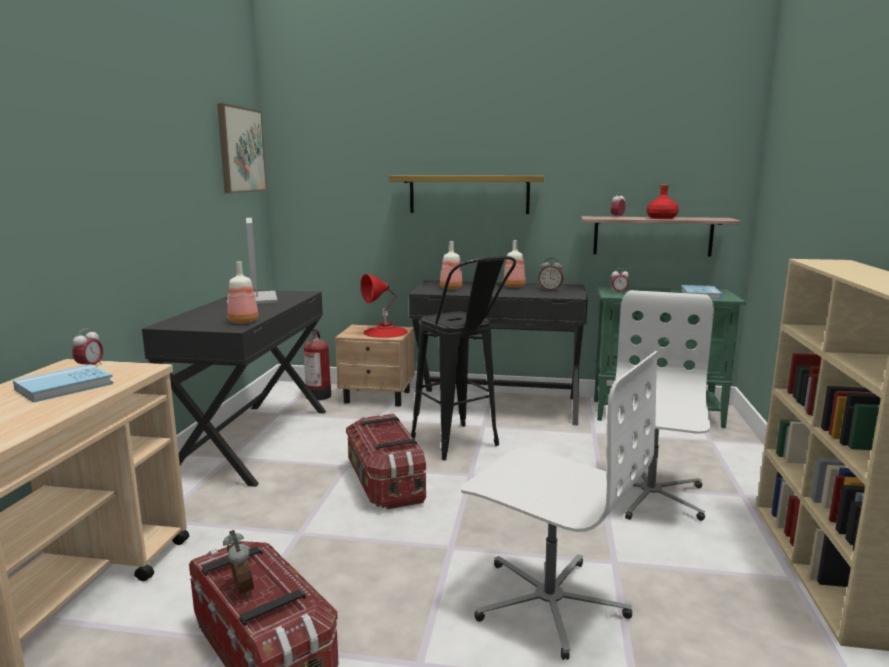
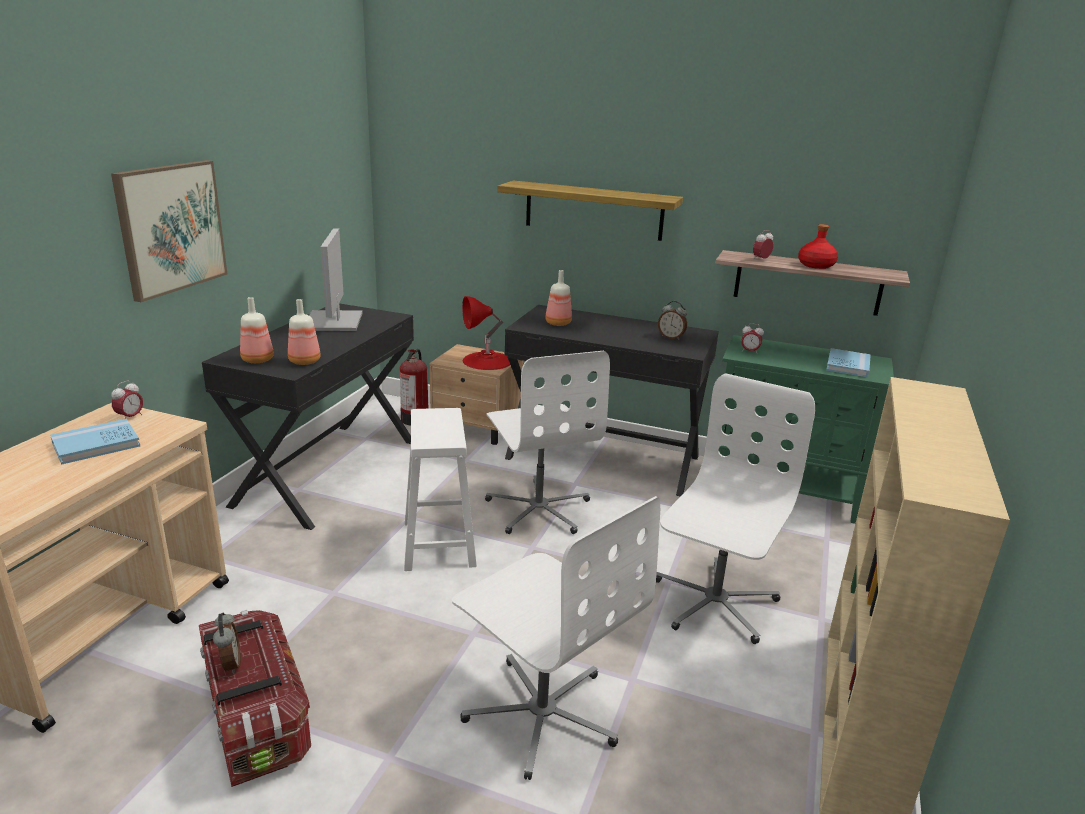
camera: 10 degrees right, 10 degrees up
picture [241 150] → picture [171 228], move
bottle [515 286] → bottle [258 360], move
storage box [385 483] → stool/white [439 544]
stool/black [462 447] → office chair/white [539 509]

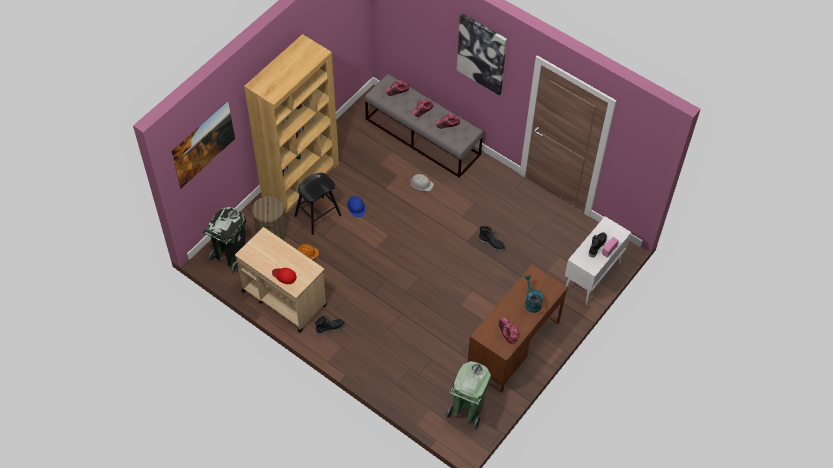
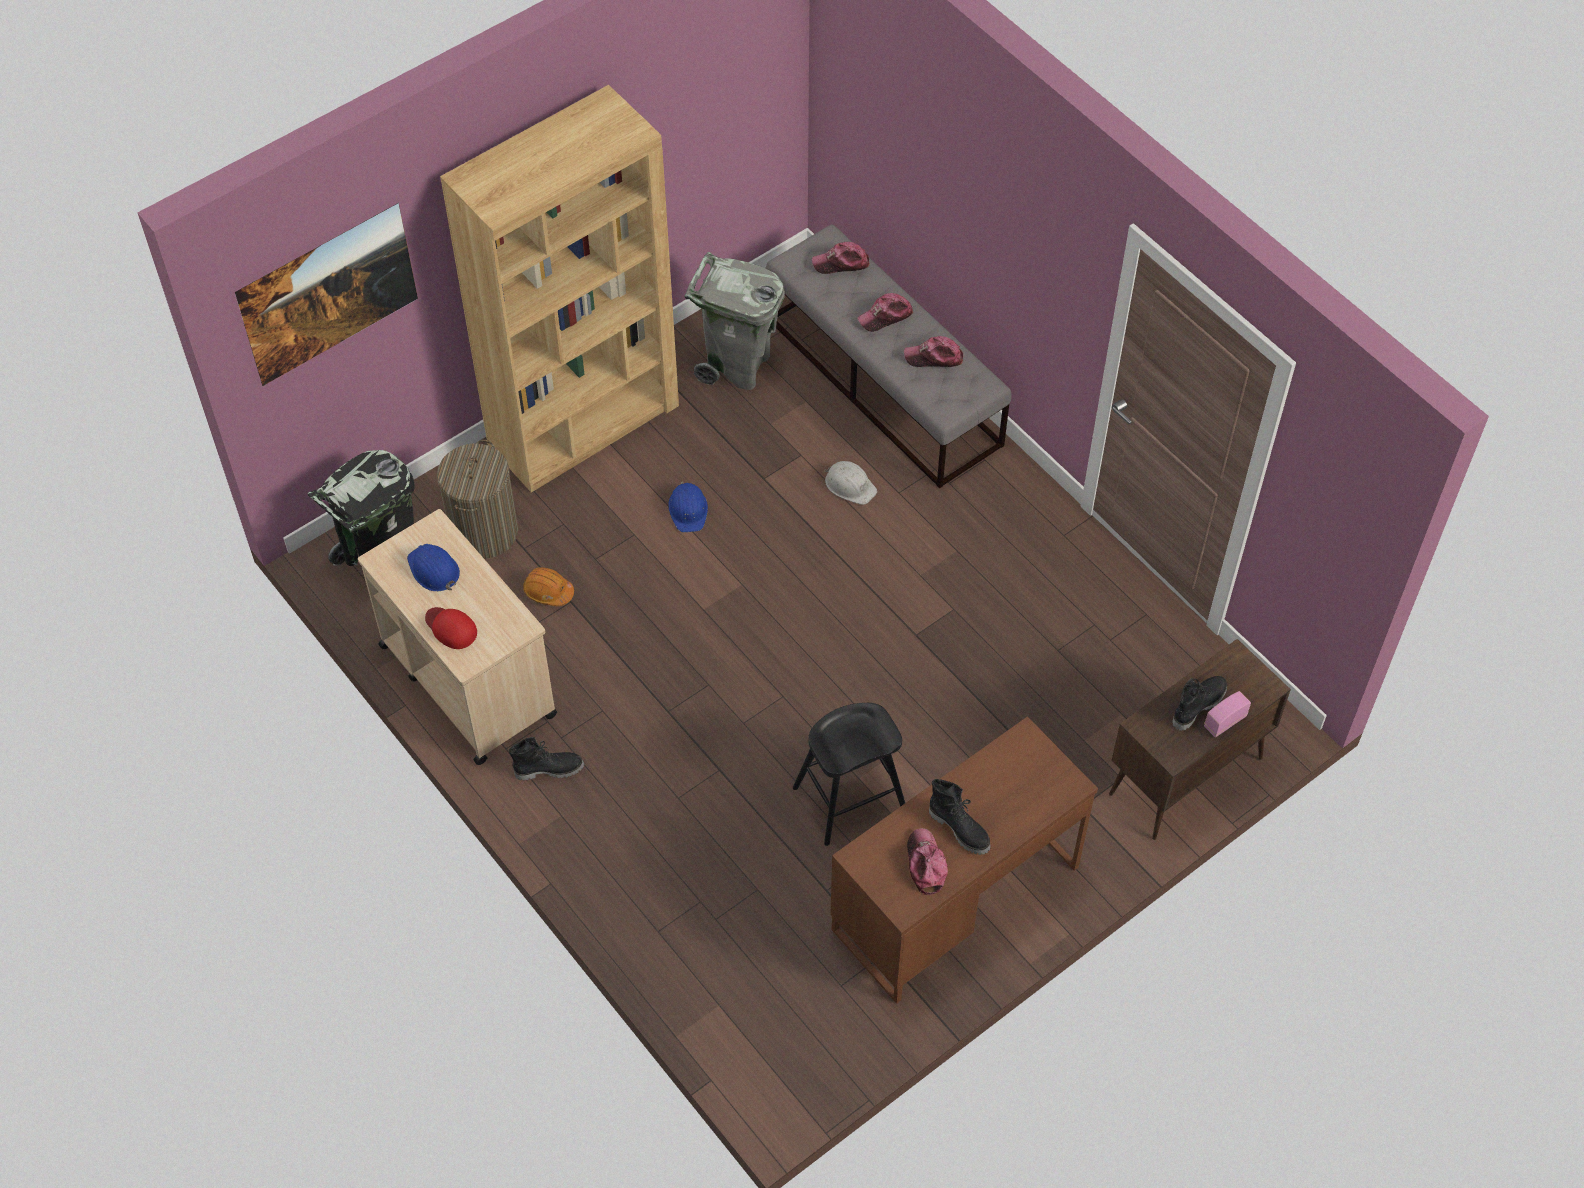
camera: 15 degrees right, 0 degrees up
- → hard hat/blue [433 570]
- → trash can/grey [738 365]
stool/black [317 216] → stool/black [849 799], move
boot/black [492 243] → boot/black [960 829], move
cabinet/white [592 277] → cabinet/brown [1184 777]
trash can/green [467 410] → -
picture [482 53] → -
watering can/turquoise [531 302] → -

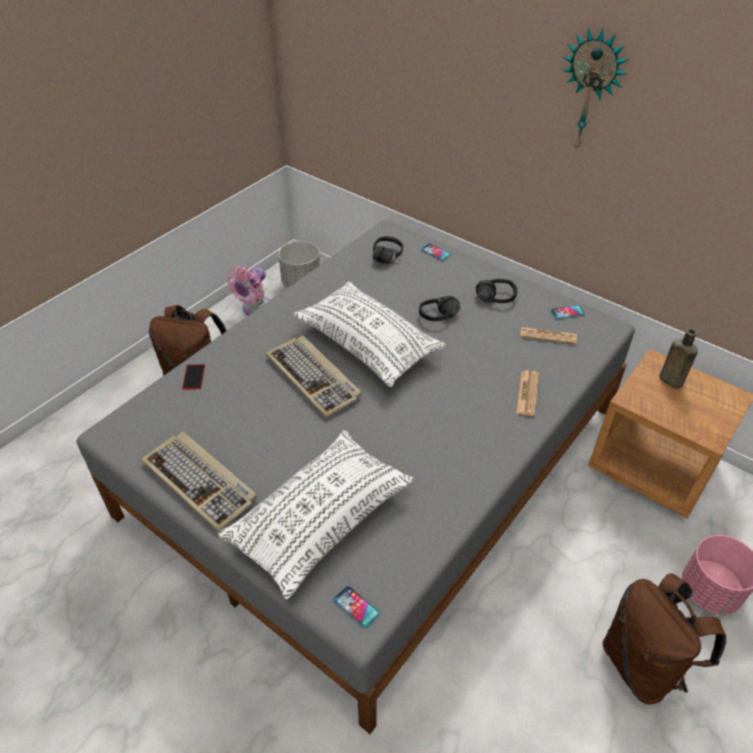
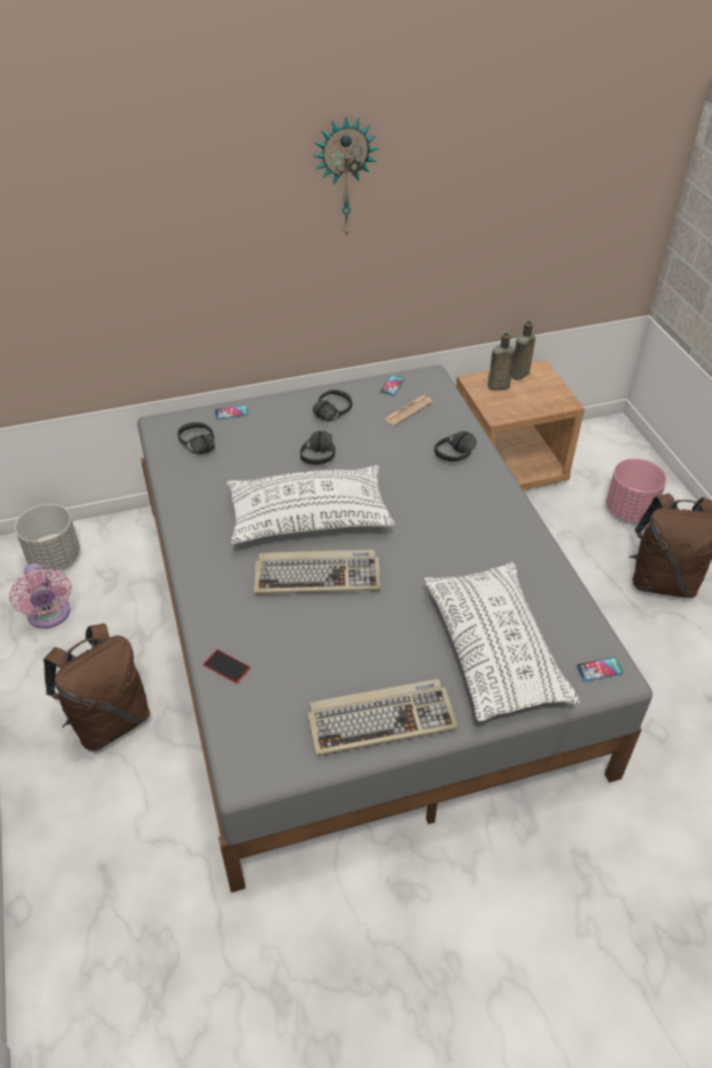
camera: 55 degrees left, 0 degrees up
newspaper [527 393] → headphones/black [460 457]
- → bottle/brown [519 375]

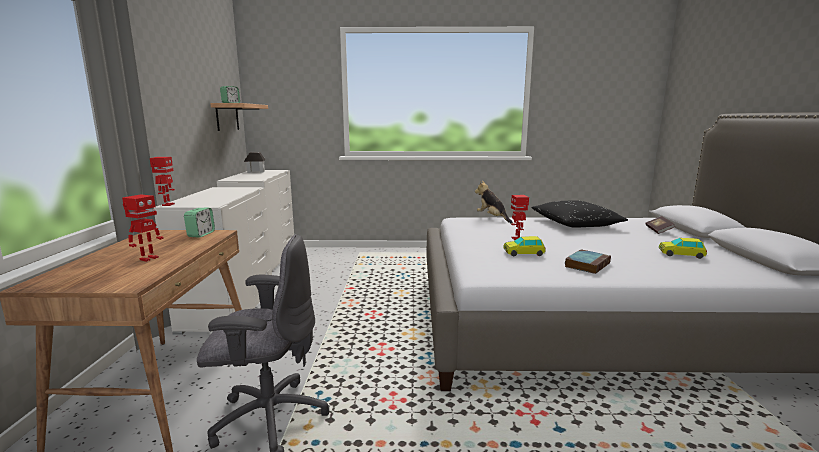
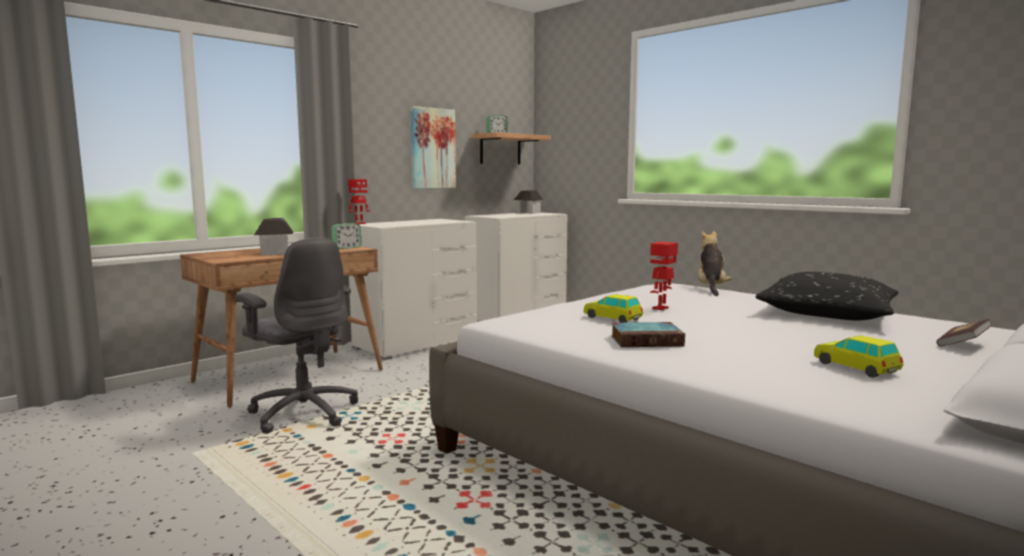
camera: 45 degrees right, 5 degrees down
toy robot [148 258] → toy house [275 253]
- → picture [432 148]

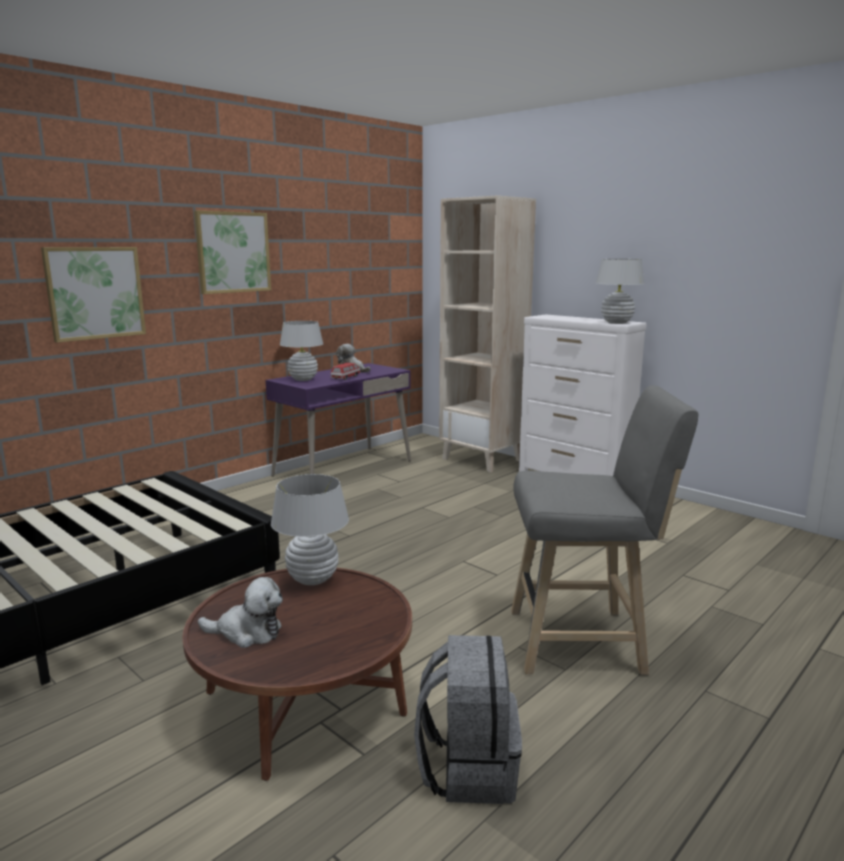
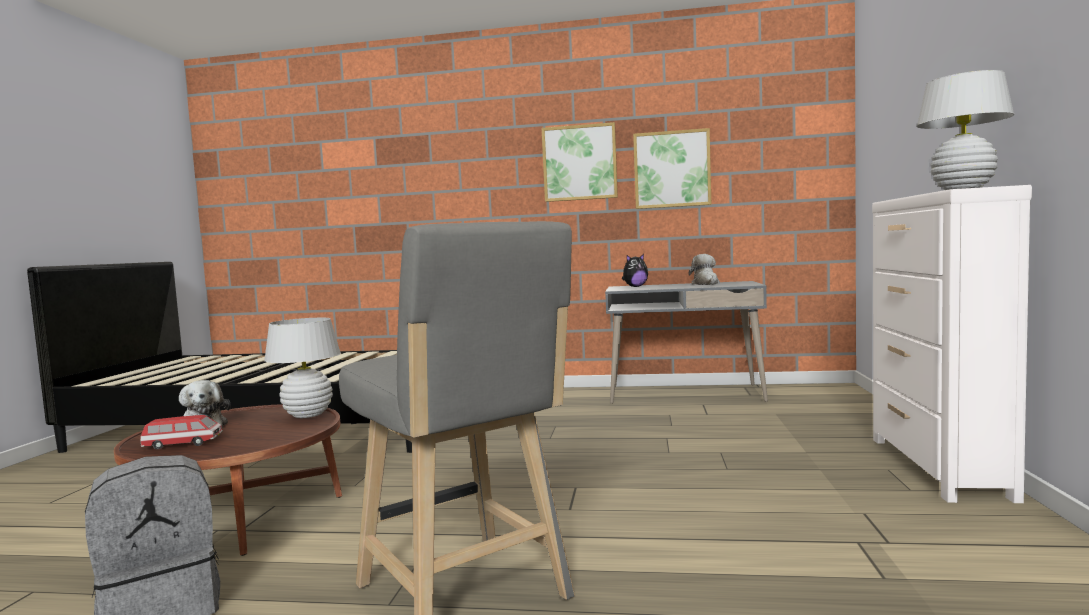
camera: 55 degrees right, 10 degrees down
toy car [346 378] → toy car [183 444], move
desk/purple [343 468] → desk/grey [685 394]
table lamp/white [303 379] → plush toy [635 287]
picture [95 293] → picture [671 169], move
bookcase/beige [482 459] → -

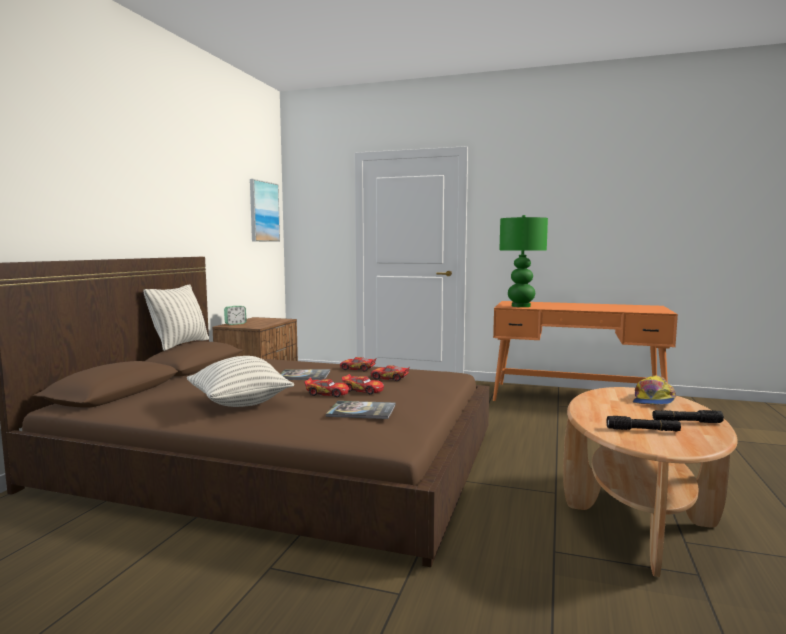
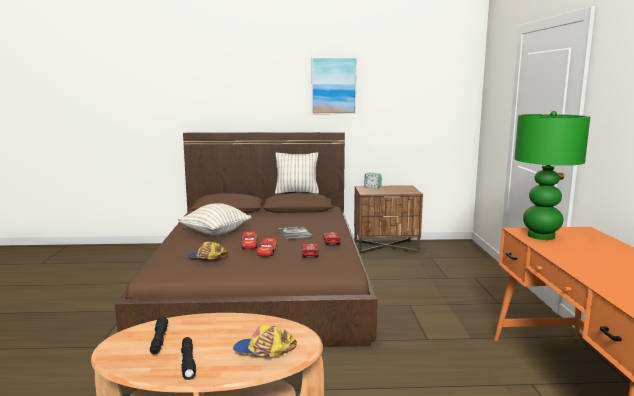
camera: 70 degrees right, 5 degrees up
book [361 411] → cap [206 257]
picture [263 211] → picture [333 86], move

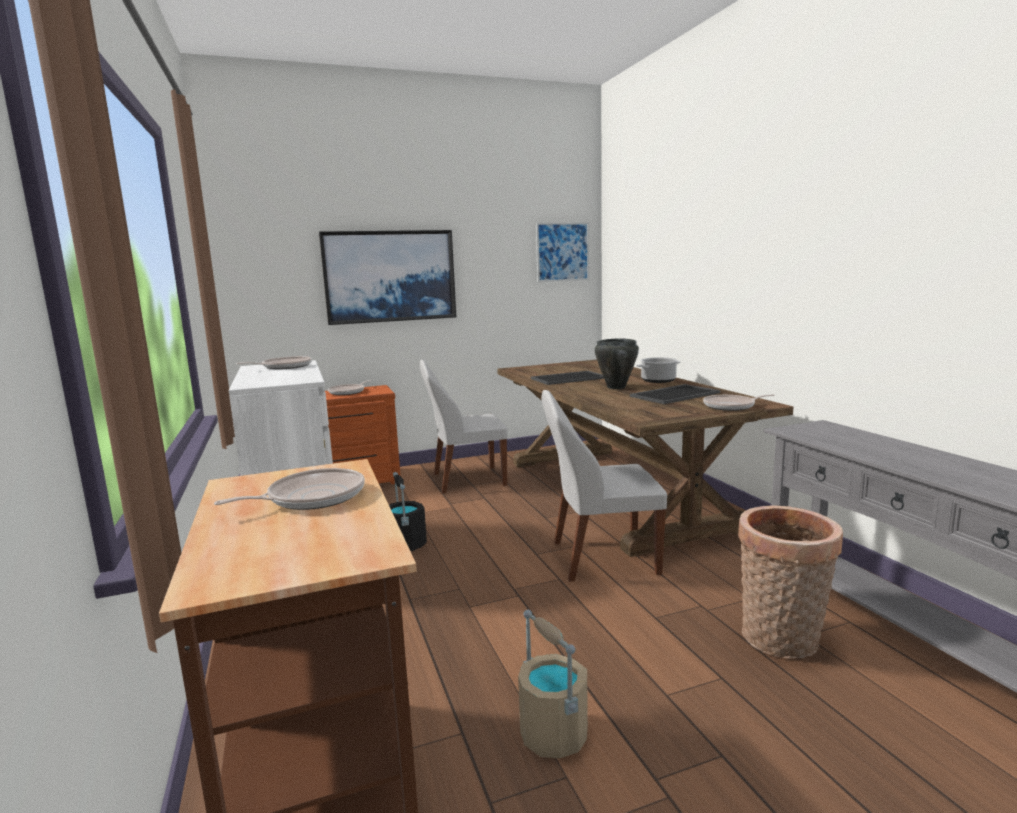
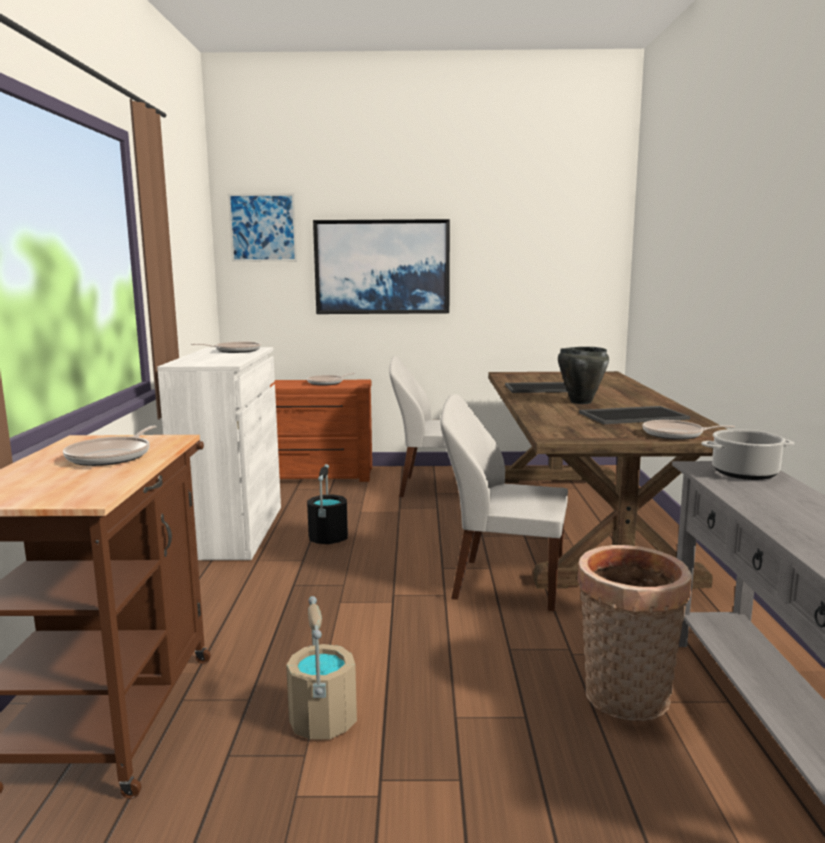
camera: 20 degrees right, 0 degrees up
frying pan [311 498] → frying pan [112 456], 120 degrees clockwise
picture [562 252] → picture [263 227], move
cooking pot [658 380] → cooking pot [745 473], move

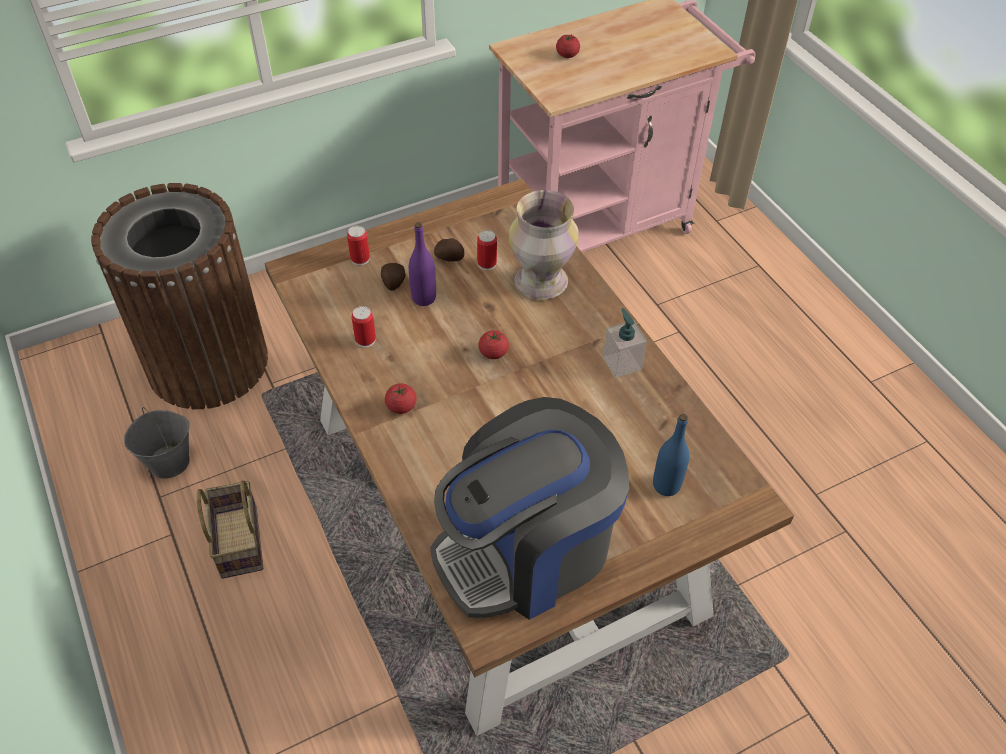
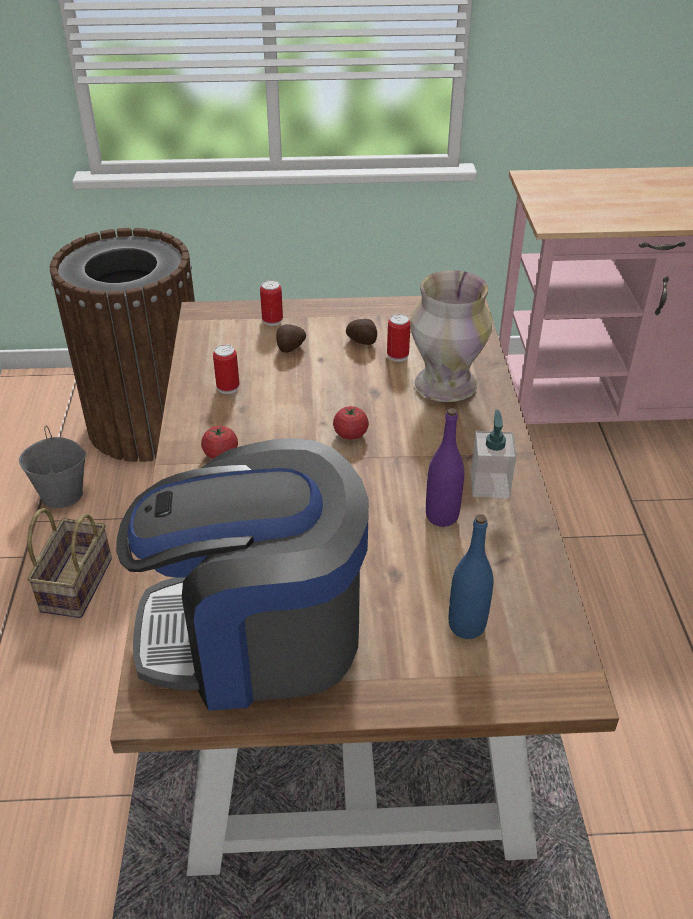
camera: 25 degrees right, 10 degrees down
bottle/purple [424 298] → bottle/purple [442 516], move
tomato [567 55] → -

